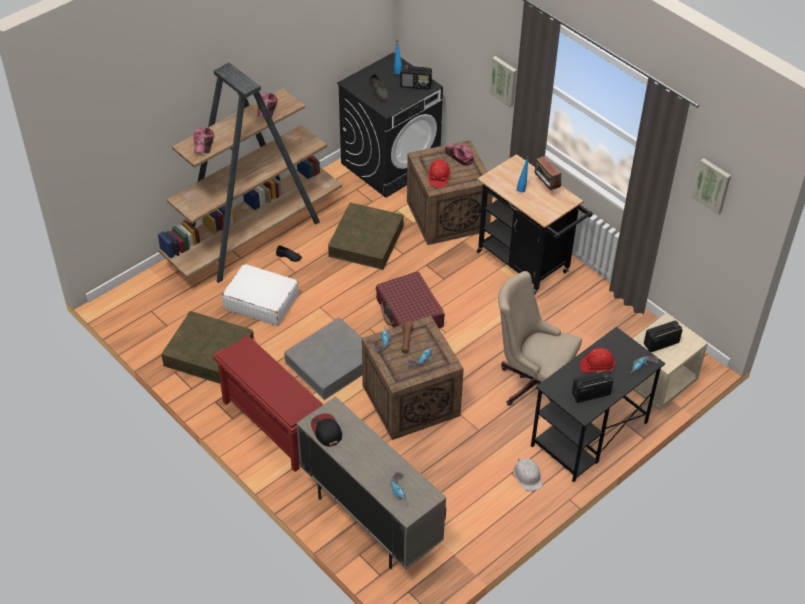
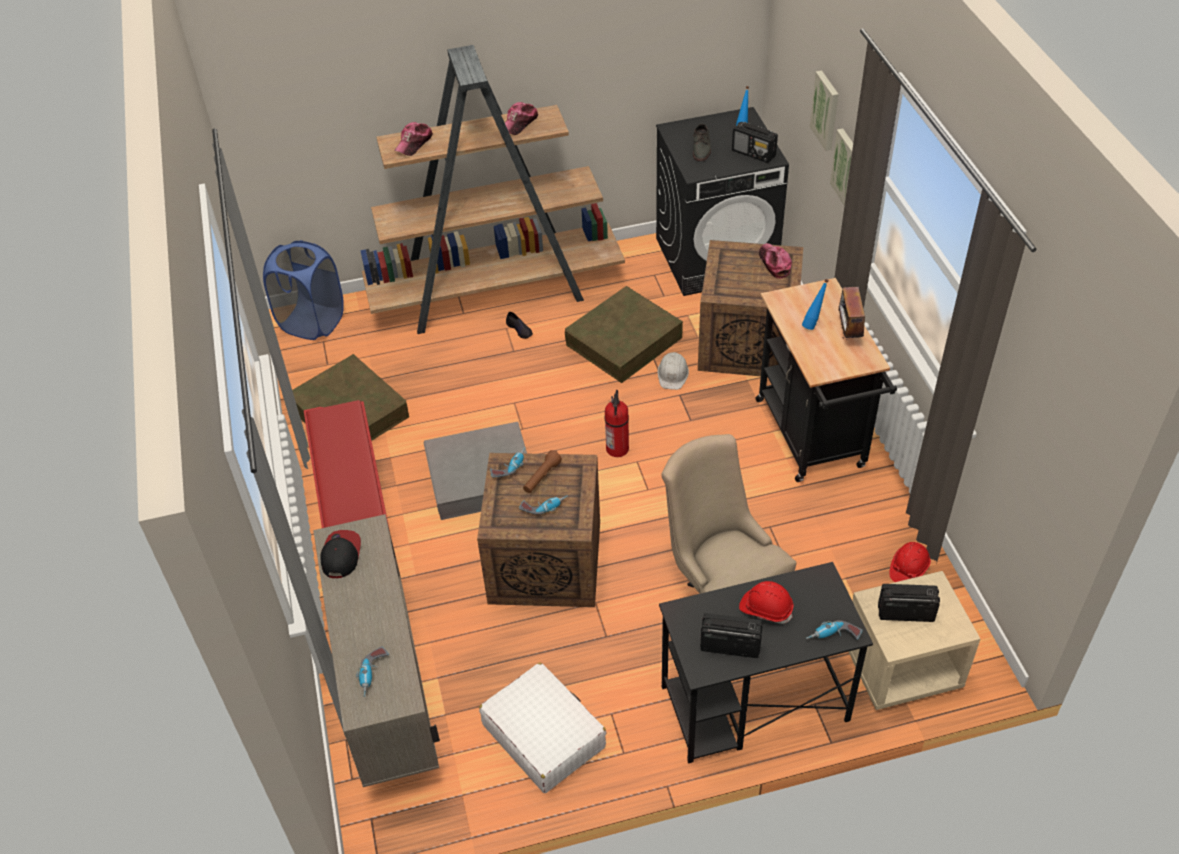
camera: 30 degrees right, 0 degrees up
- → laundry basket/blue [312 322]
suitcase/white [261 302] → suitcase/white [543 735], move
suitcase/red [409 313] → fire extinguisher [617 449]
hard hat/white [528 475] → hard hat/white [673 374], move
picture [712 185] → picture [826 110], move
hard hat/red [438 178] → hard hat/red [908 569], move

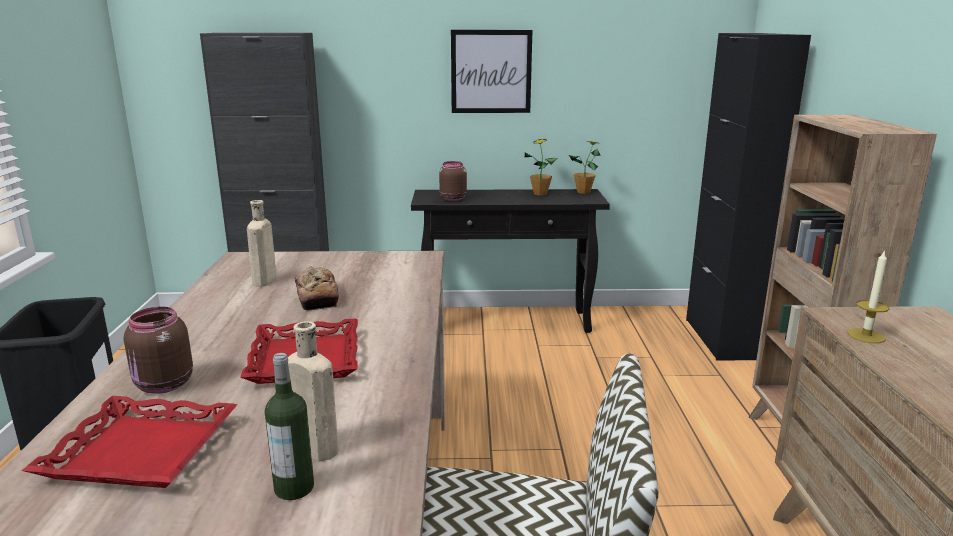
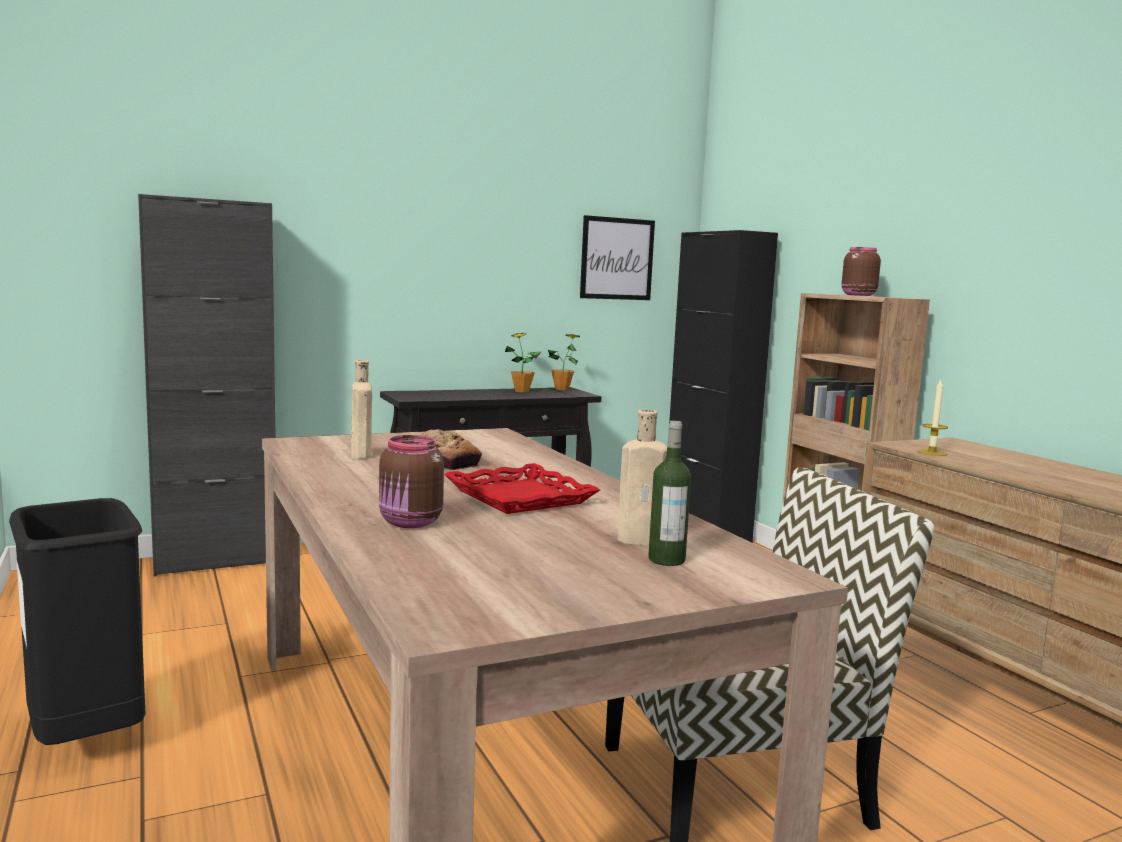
camera: 25 degrees left, 10 degrees down
picture [491 72] → picture [617 258], move
jar/brown [452 198] → jar/brown [857 295], move
tray/red [142 450] → -

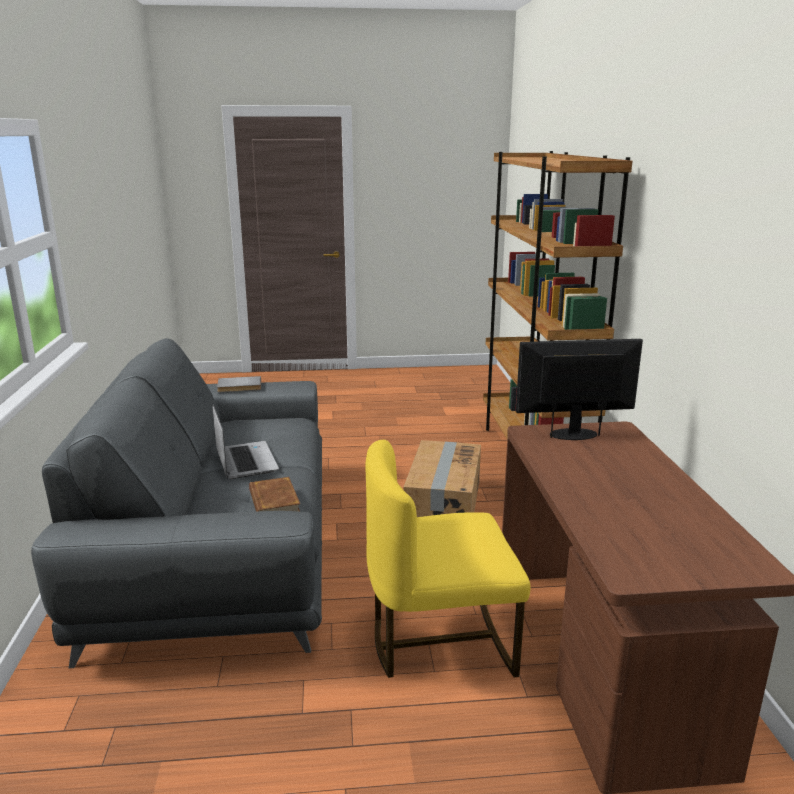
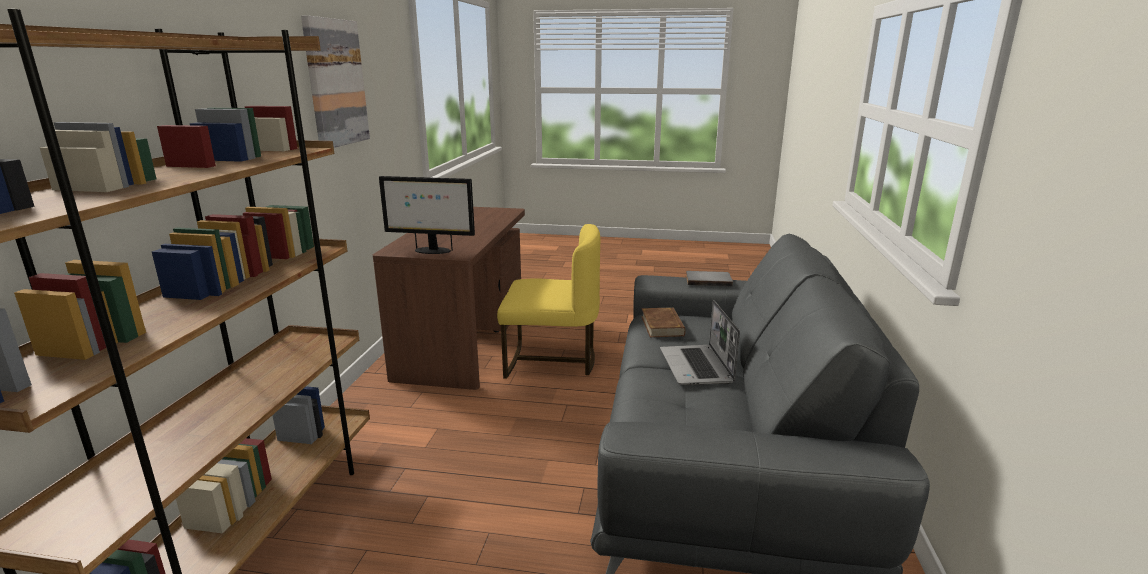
camera: 165 degrees left, 0 degrees up
- → picture [335 83]
book/grey [239 386] → book/grey [708 280], move
cardboard box [442 504] → -

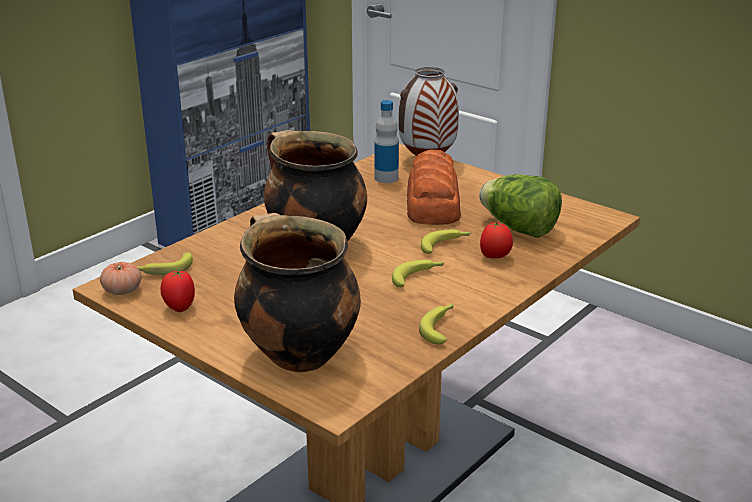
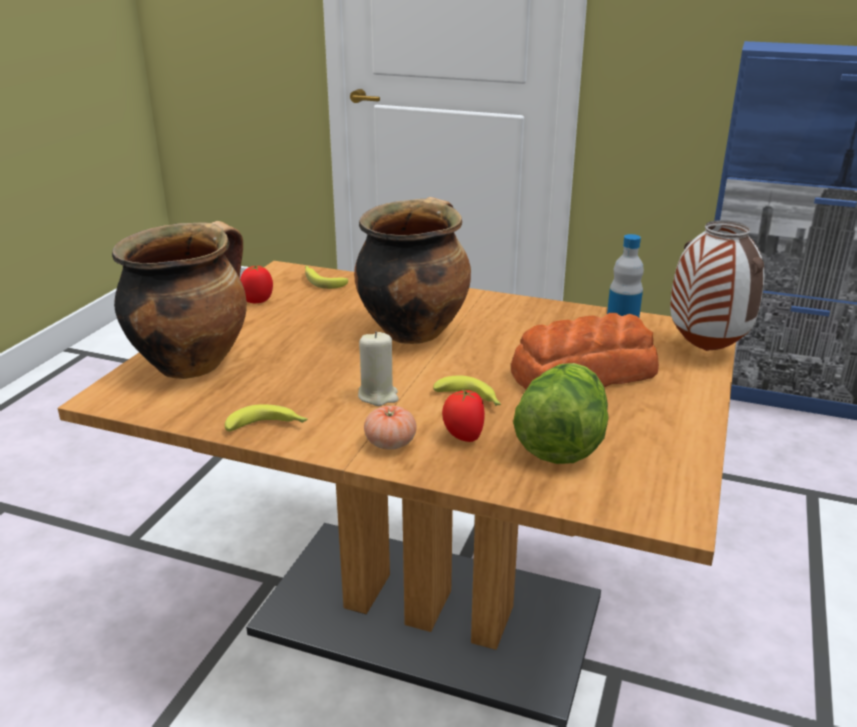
camera: 70 degrees right, 0 degrees up
banana [418 277] → candle/beige [378 395]
tomato [122 290] → tomato [390 443], move

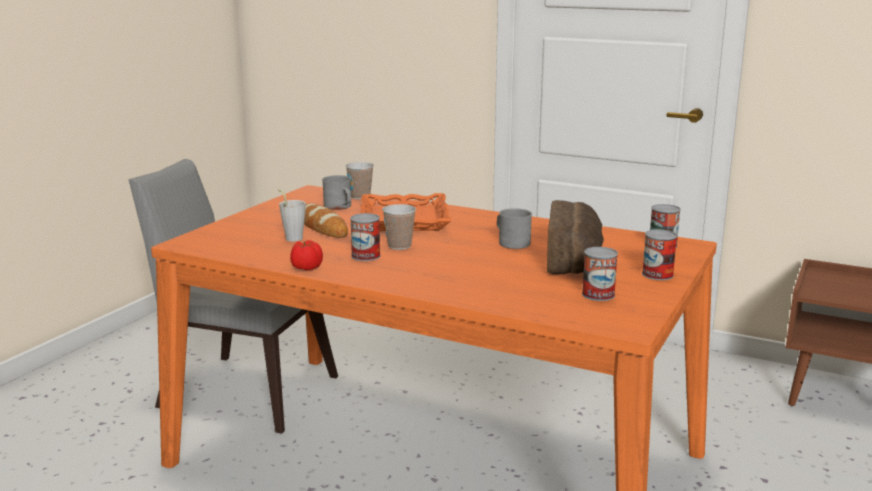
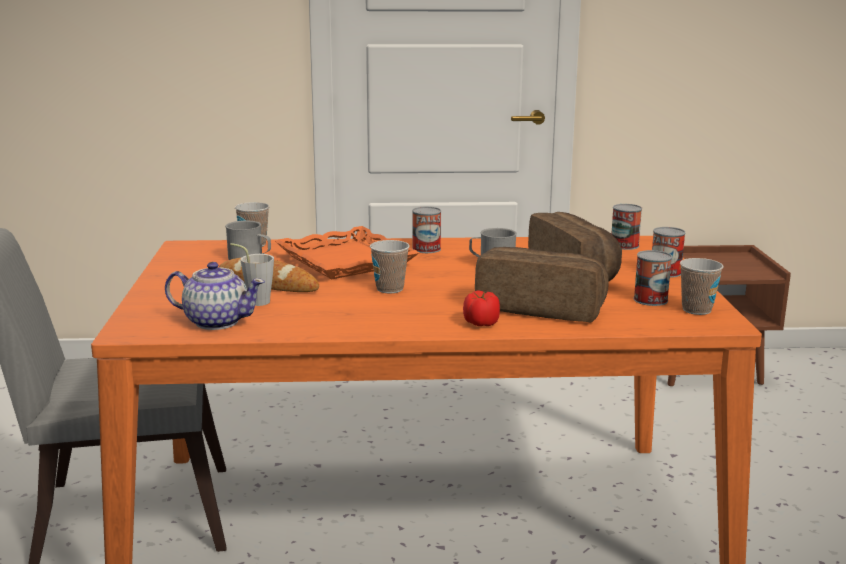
camera: 30 degrees left, 0 degrees up
- → teapot [216 321]
can [365 256] → can [426 249], move
tomato [306 268] → tomato [480 324], move
- → bread [541 308]
- → cup [696 310]

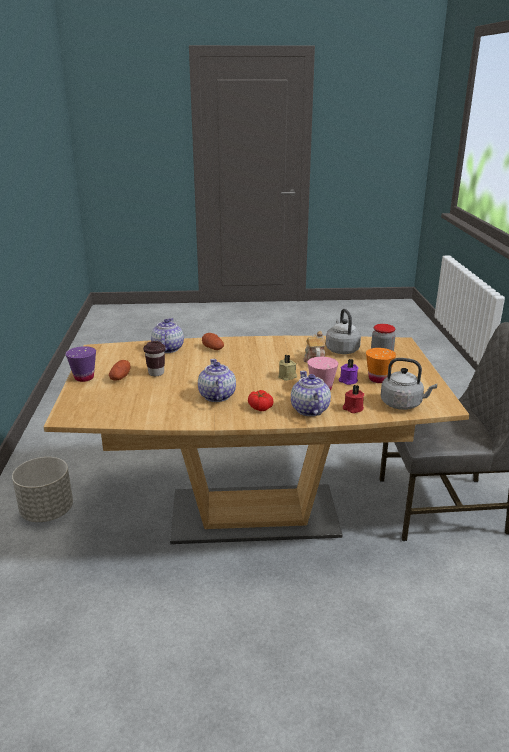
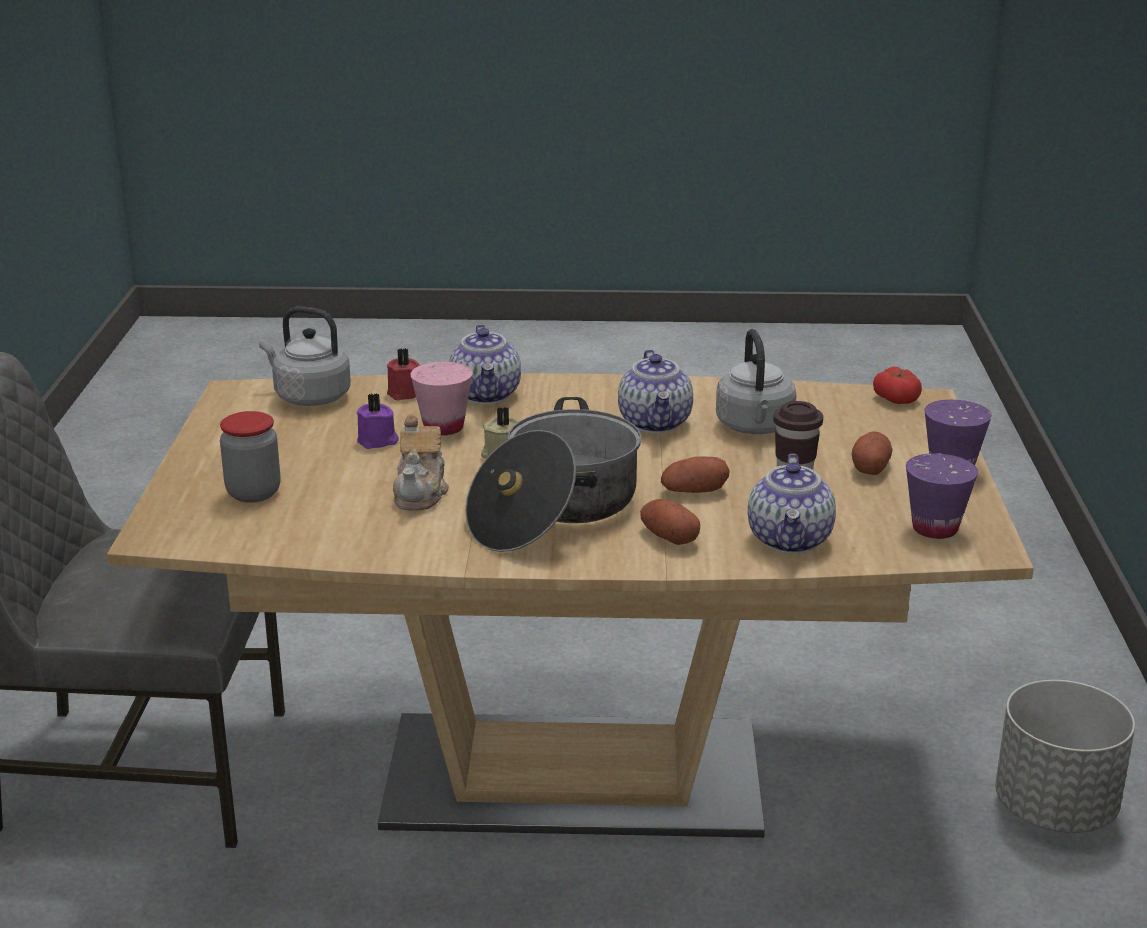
camera: 175 degrees left, 0 degrees up
- → cooking pot [554 511]
- → potato [694 491]
kettle/grey [341 349] → kettle/grey [755 427], move
tomato [260 407] → tomato [896 398], move
- → cup/purple [935 529]
cup/orange [378 379] → -

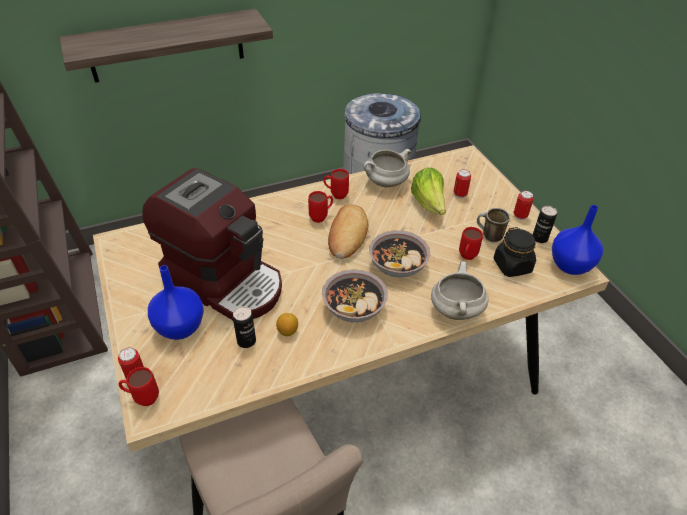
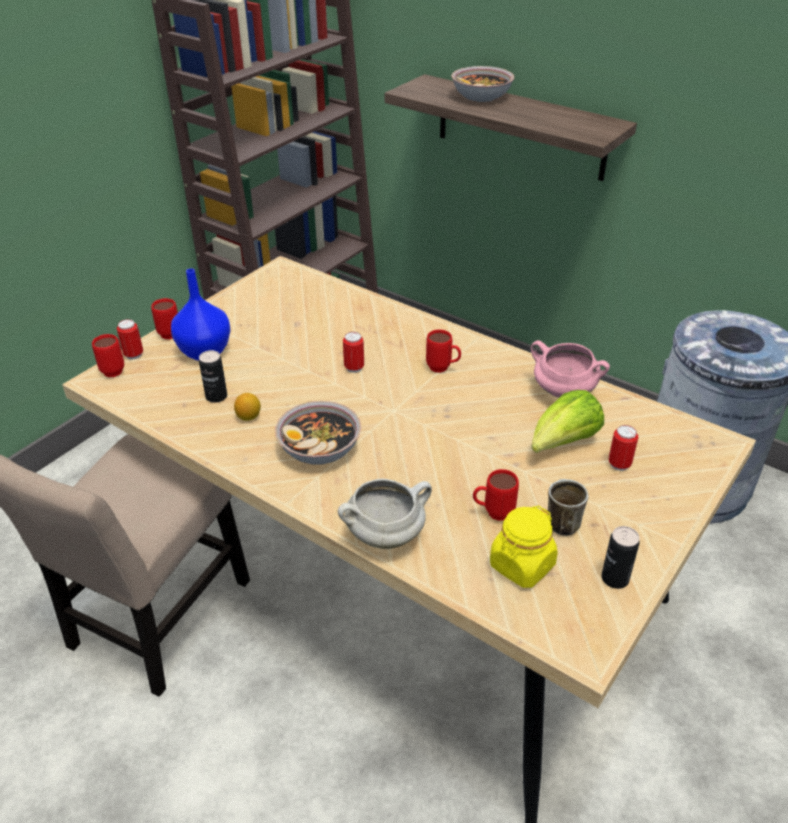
camera: 60 degrees right, 5 degrees down
mug/red [335 195] → mug/red [169 332], move
can [520 216] → can [354 368], move
bowl [397 265] → bowl [481 97], move
jar/black [512 266] → jar/yellow [521 565]
cooking pot/white [385 183] → cooking pot/pink [562 392]
coffee machine [225 281] → -
bread [347 235] → -
vase/blue [569 266] → -

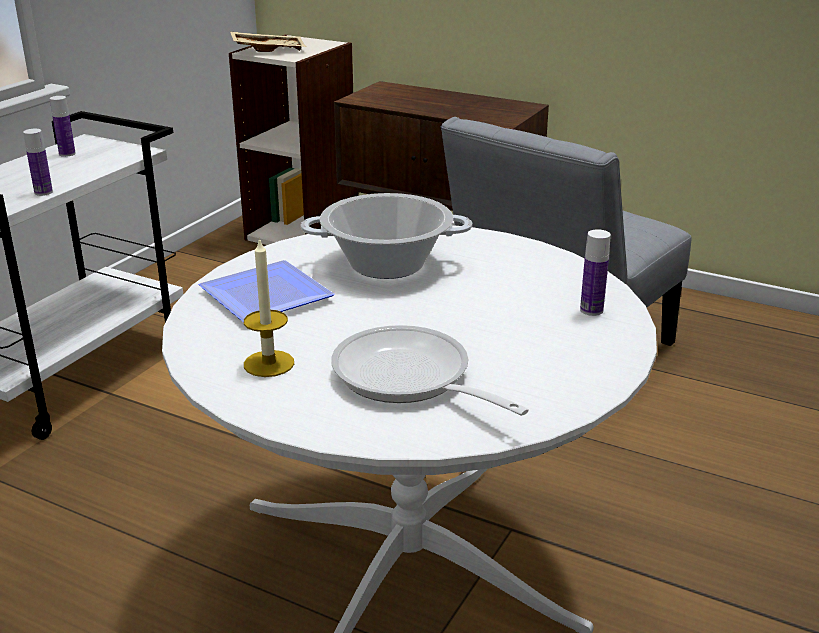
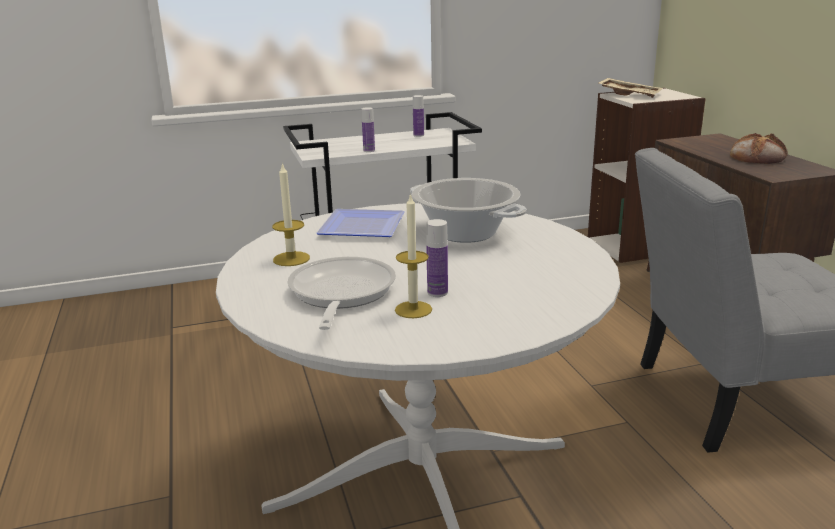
camera: 45 degrees right, 5 degrees down
- → candle [413 309]
bottle [591 310] → bottle [437 292], move
- → bread [758 157]

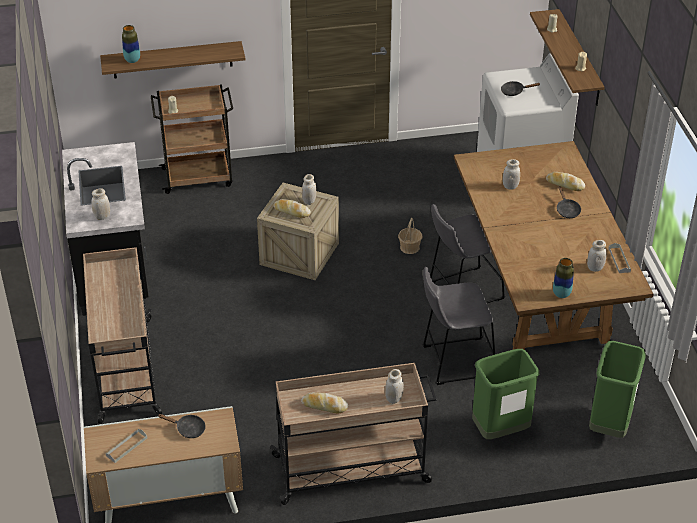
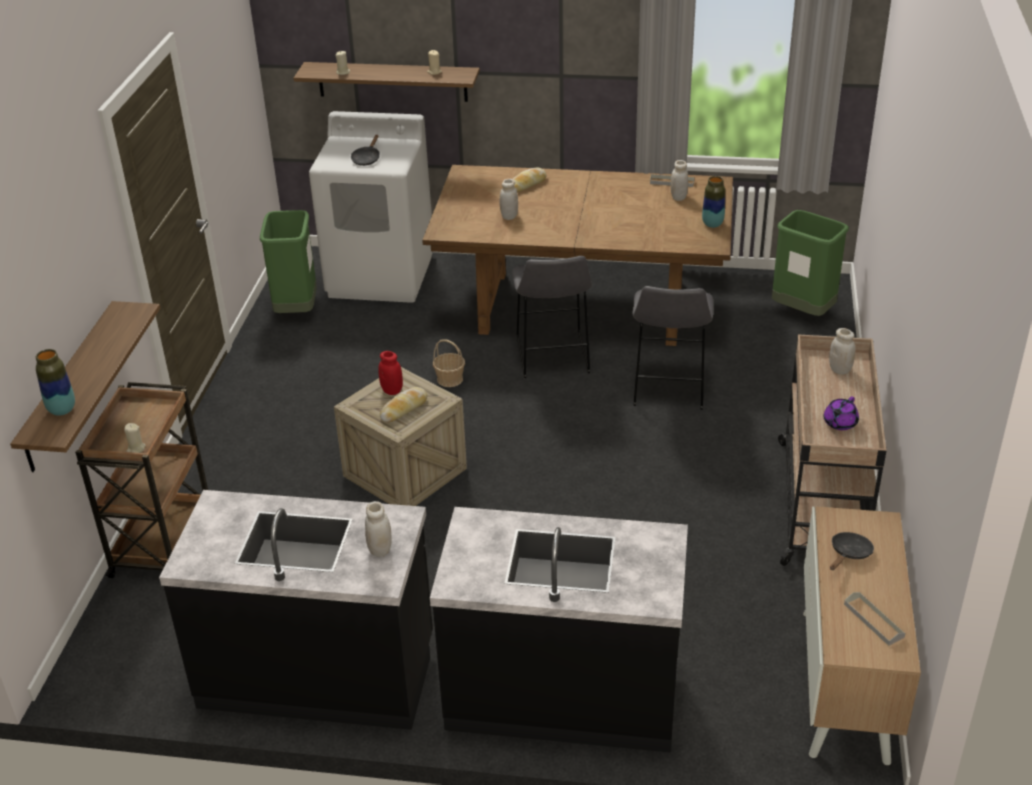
camera: 70 degrees left, 5 degrees down
trash can/green [500 430] → trash can/green [297 310], move
jar/white [309 201] → jar/red [392 390]
cart/beige [125 371] → counter/black [563 693]
bread [324 405] → teapot/purple [839 423]
frying pan/black [567 210] → -

